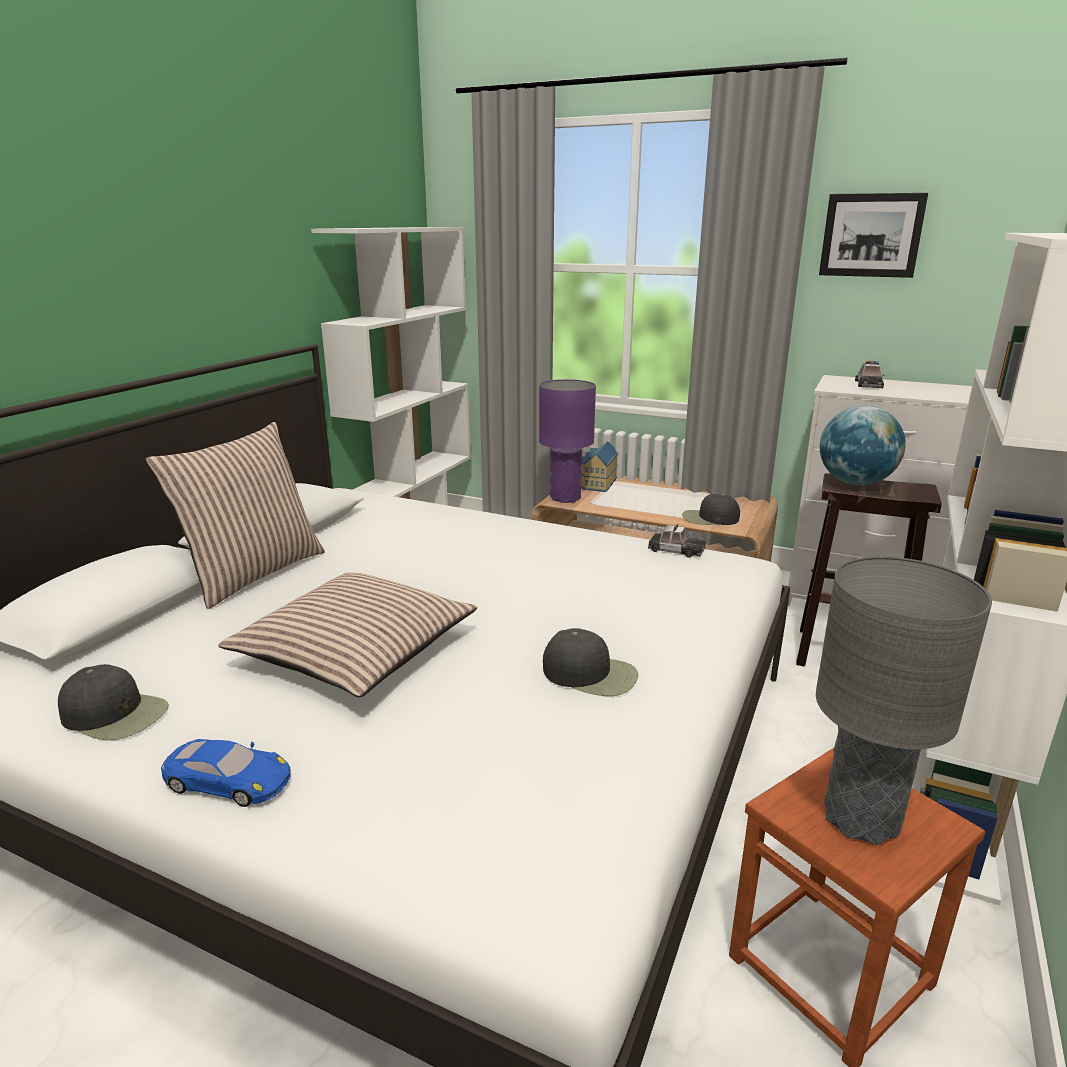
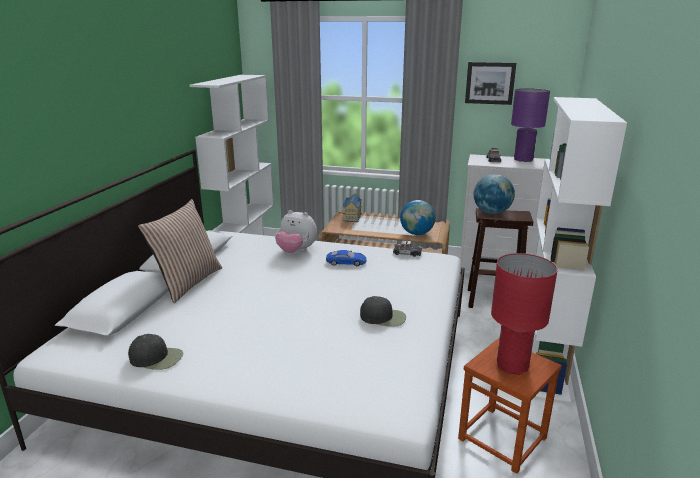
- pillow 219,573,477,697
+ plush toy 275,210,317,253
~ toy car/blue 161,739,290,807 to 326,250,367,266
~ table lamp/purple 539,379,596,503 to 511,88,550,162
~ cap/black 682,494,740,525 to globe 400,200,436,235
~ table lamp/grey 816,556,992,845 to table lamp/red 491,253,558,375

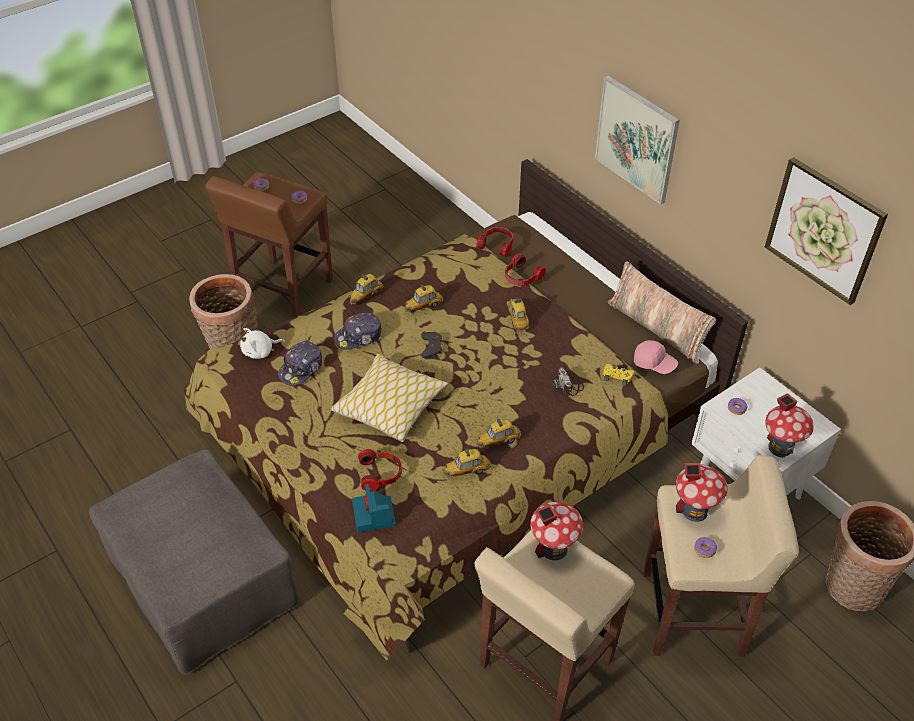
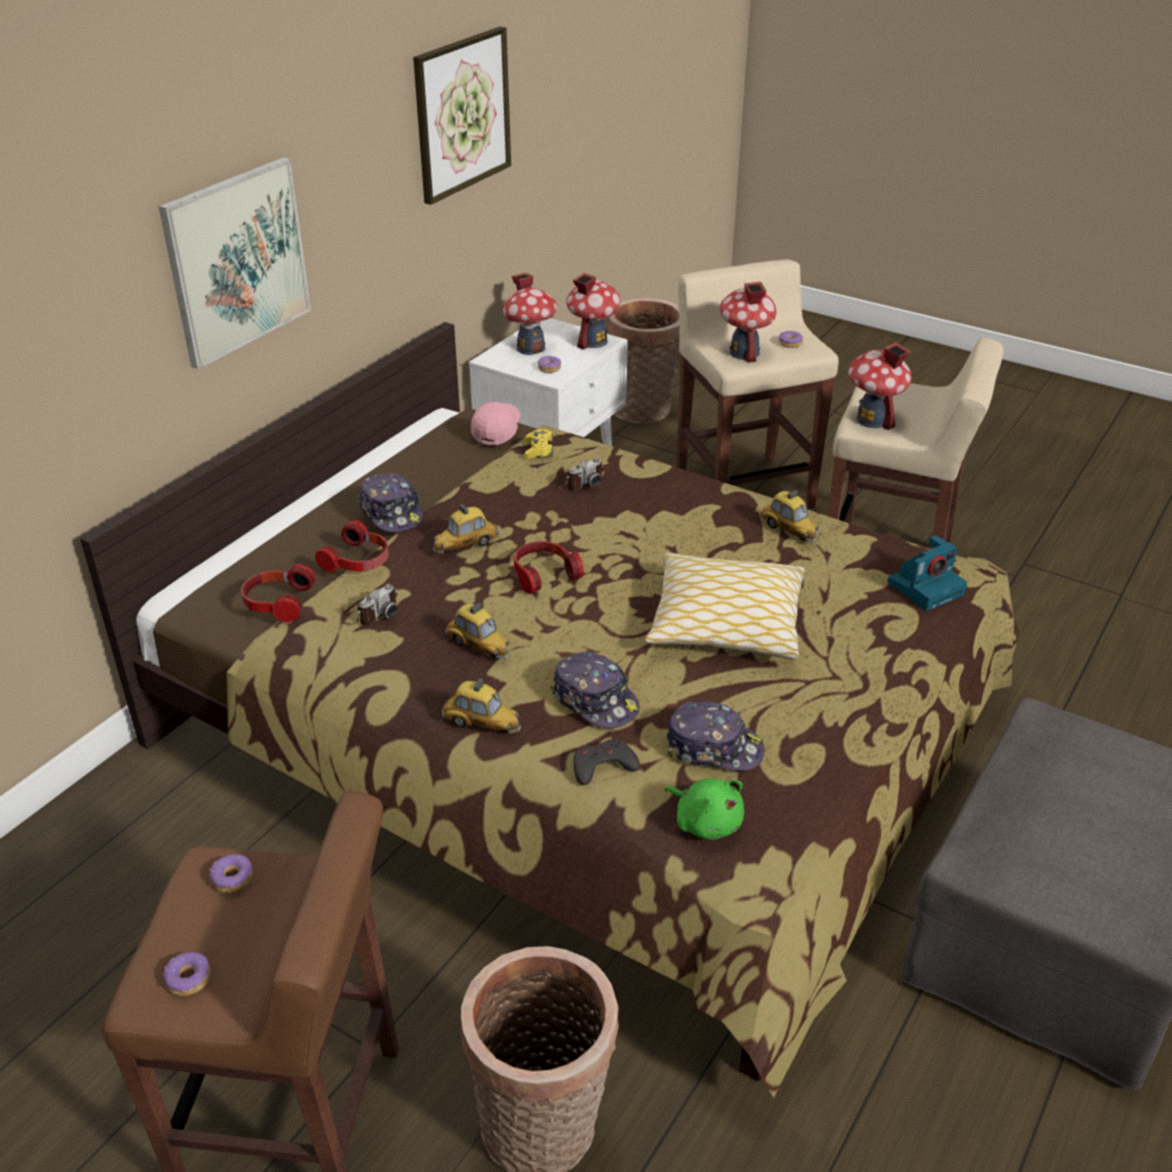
- toy car 476,419,522,448
- pillow 608,262,716,364
+ photo camera 340,584,398,625
+ cap 358,473,423,532
+ toy house 503,272,557,355
~ headphones 358,449,402,491 to 514,541,584,594
~ game controller/grey 421,332,442,358 to 574,739,640,785
~ plush toy/white 240,328,285,359 to plush toy/green 665,778,744,840

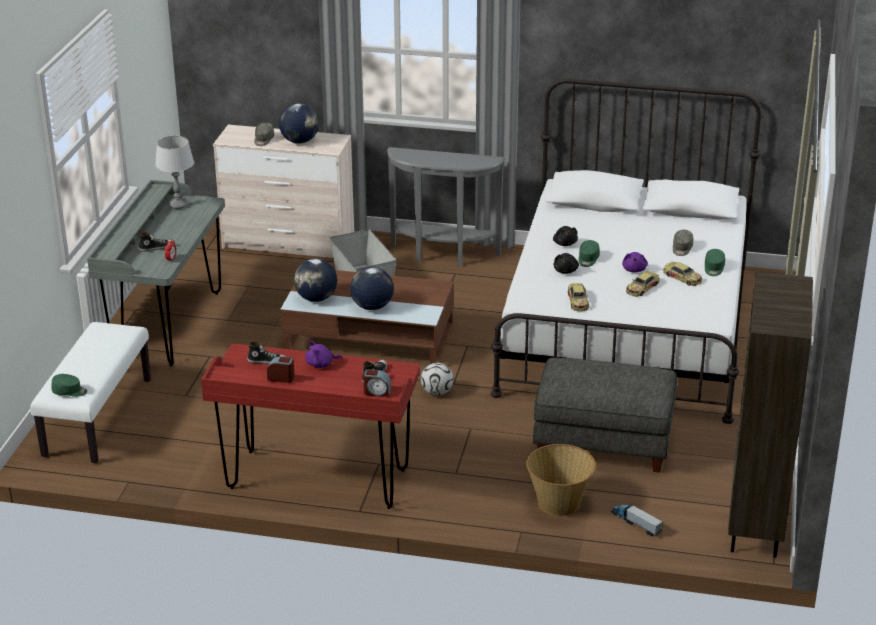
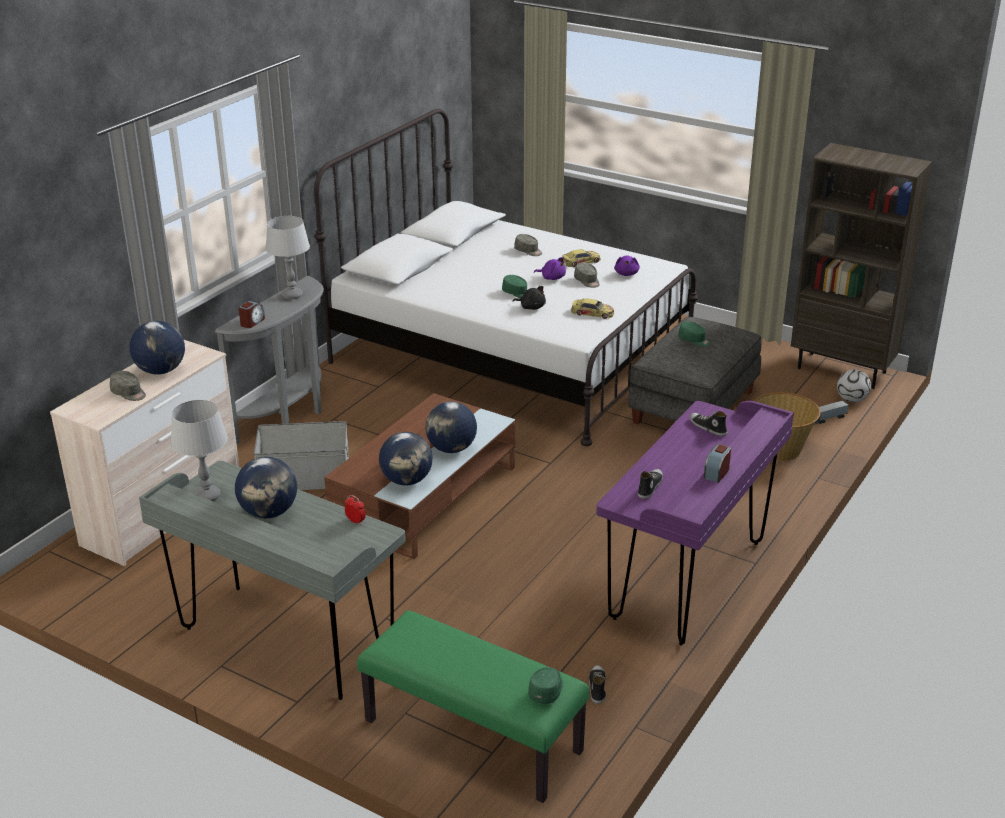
- plush toy/black 553,226,578,246
+ globe 235,457,297,519
+ table lamp/grey 265,216,310,300
~ shoe 138,232,174,252 to 589,665,606,704
~ plush toy/purple 305,340,343,368 to 614,255,640,276
~ alarm clock 363,369,391,397 to 238,301,265,328
~ football 421,363,454,396 to 837,369,871,402
~ cap/green 705,249,725,276 to 678,321,710,346
~ toy car 626,271,660,297 to cap/grey 574,262,599,288
~ bench/white 30,322,151,463 to bench/green 357,610,589,803
~ desk/red 201,343,420,509 to desk/purple 596,401,794,645

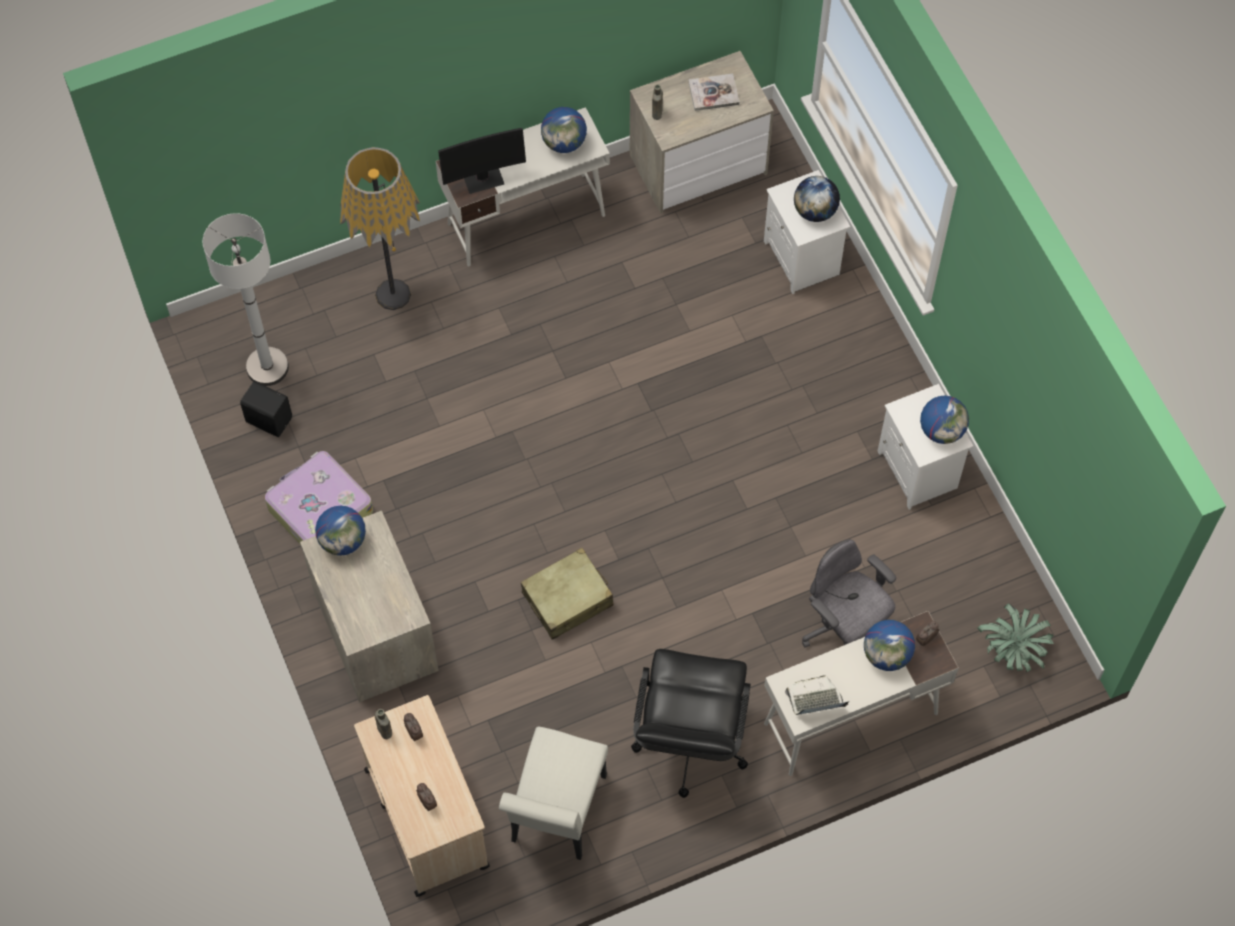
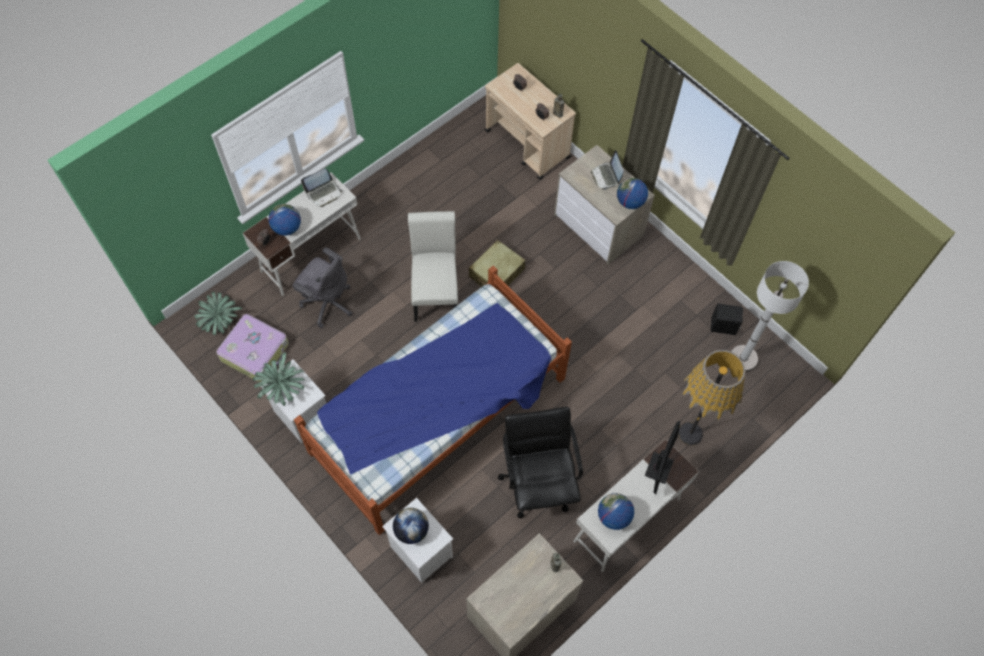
- book 688,74,739,111
+ bed 294,266,572,535
+ laptop 591,150,624,190
~ suitcase 265,451,373,545 to 216,314,289,382
~ chair/white 499,726,608,860 to 408,211,458,322
~ office chair/black 631,649,751,798 to 498,407,583,518
~ globe 920,396,969,444 to potted plant 253,352,305,406
~ monitor 438,128,526,194 = 645,421,681,494 150 degrees clockwise

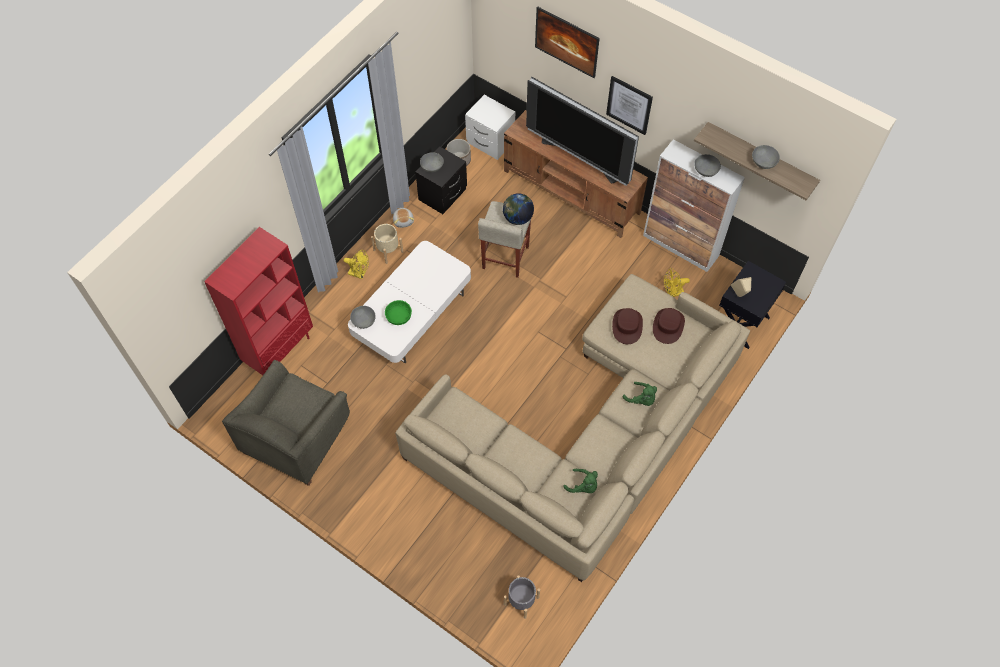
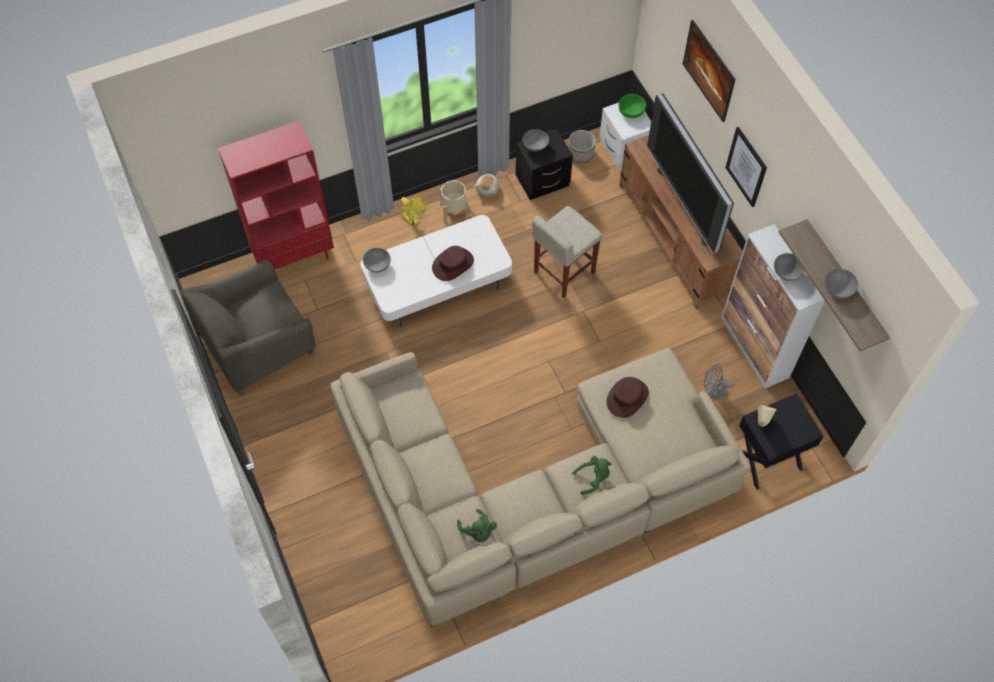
- globe 503,193,534,225
- planter/grey 504,575,540,619
~ bowl/green 385,300,412,325 to 618,94,646,118
~ hat/brown 653,308,685,344 to 432,246,474,281
~ fan/yellow 664,268,690,297 to fan/grey 704,363,734,399
~ plush toy/green 623,382,657,406 = 572,456,612,495 90 degrees counterclockwise

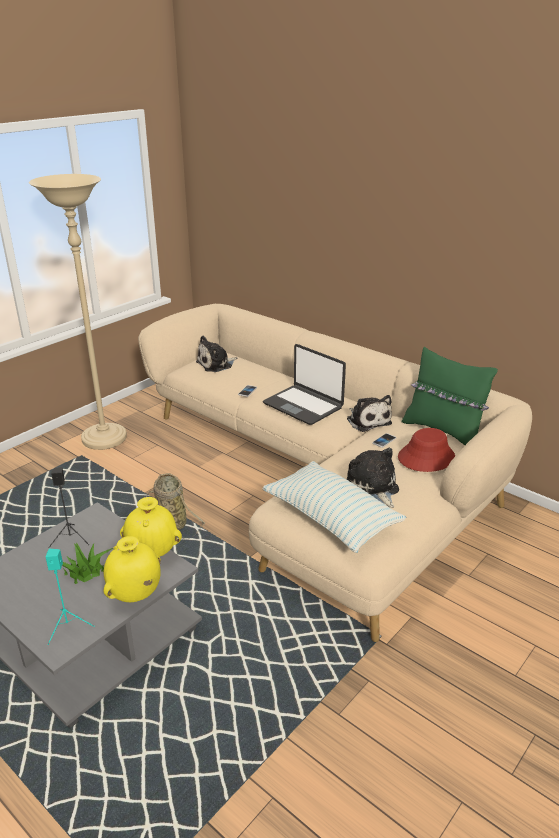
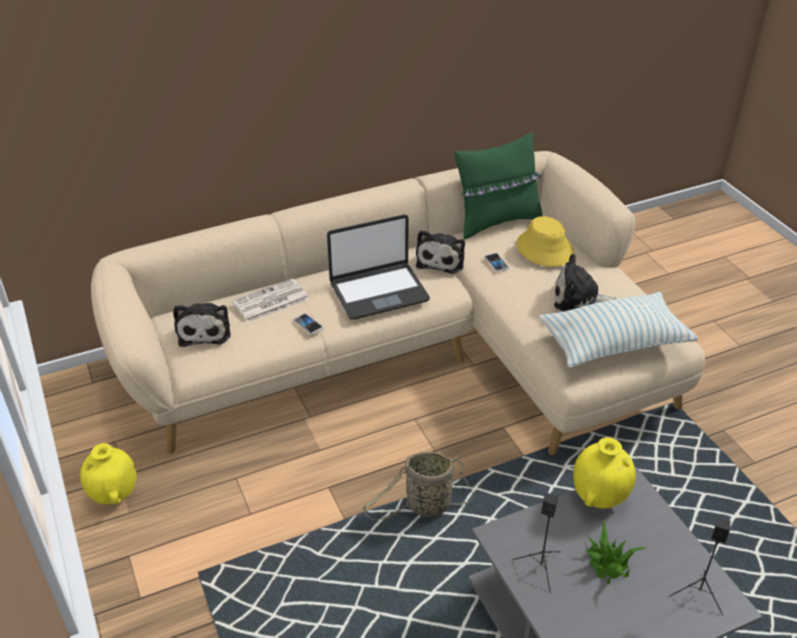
- floor lamp/beige 29,174,127,450
+ newspaper 232,279,309,322
~ vase/yellow 104,536,161,602 to 80,443,137,504
~ speaker/turquoise 45,549,95,645 to speaker/black 669,517,731,616
~ hat/red 398,428,455,472 to hat/yellow 517,216,574,267
~ plush toy 347,395,392,432 = 416,230,465,274 105 degrees clockwise

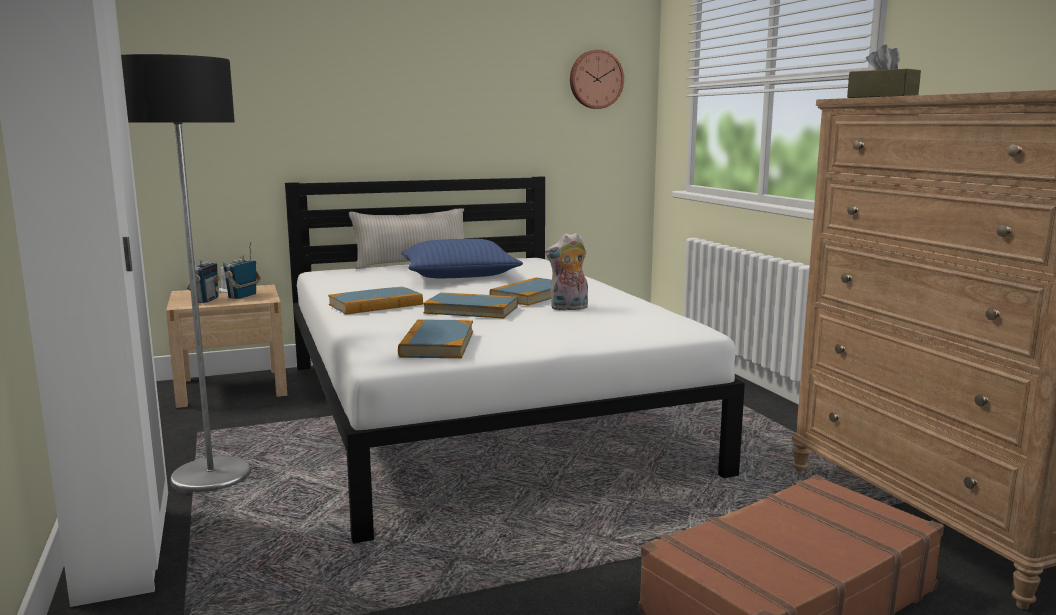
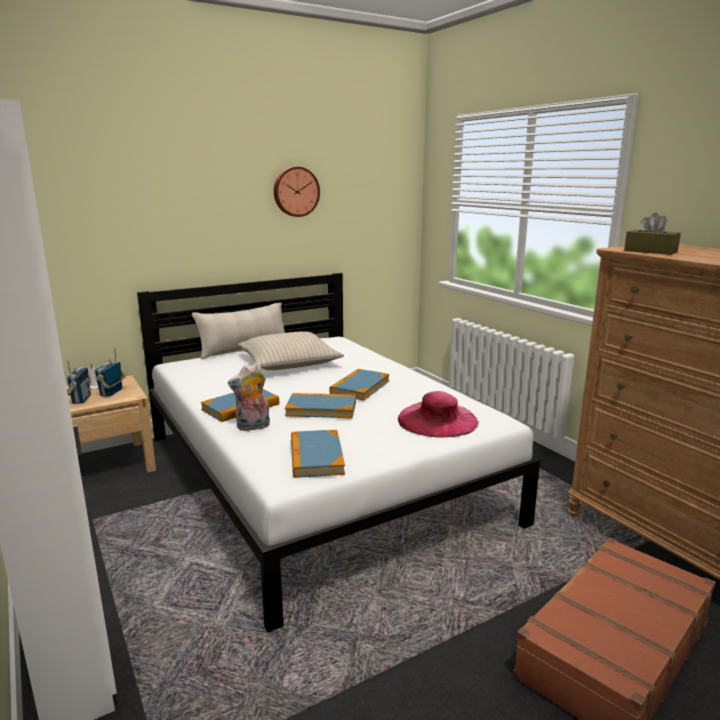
- floor lamp 121,54,251,494
+ hat/pink 398,391,479,438
~ plush toy 545,232,588,311 to 228,363,270,431
~ wall clock 570,49,624,109 to 274,167,320,217
~ pillow/blue 401,239,523,278 to pillow/beige 238,331,344,370

